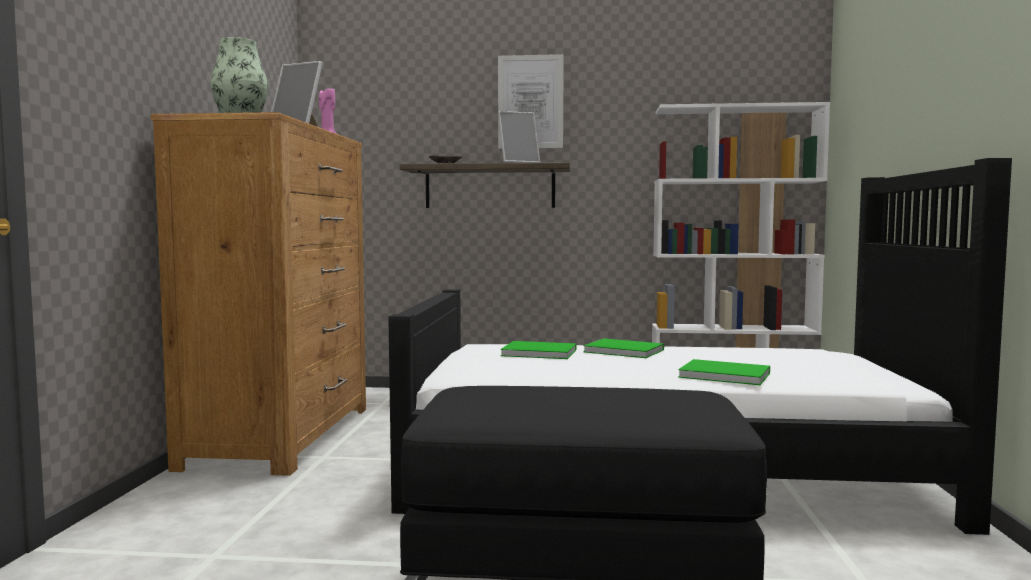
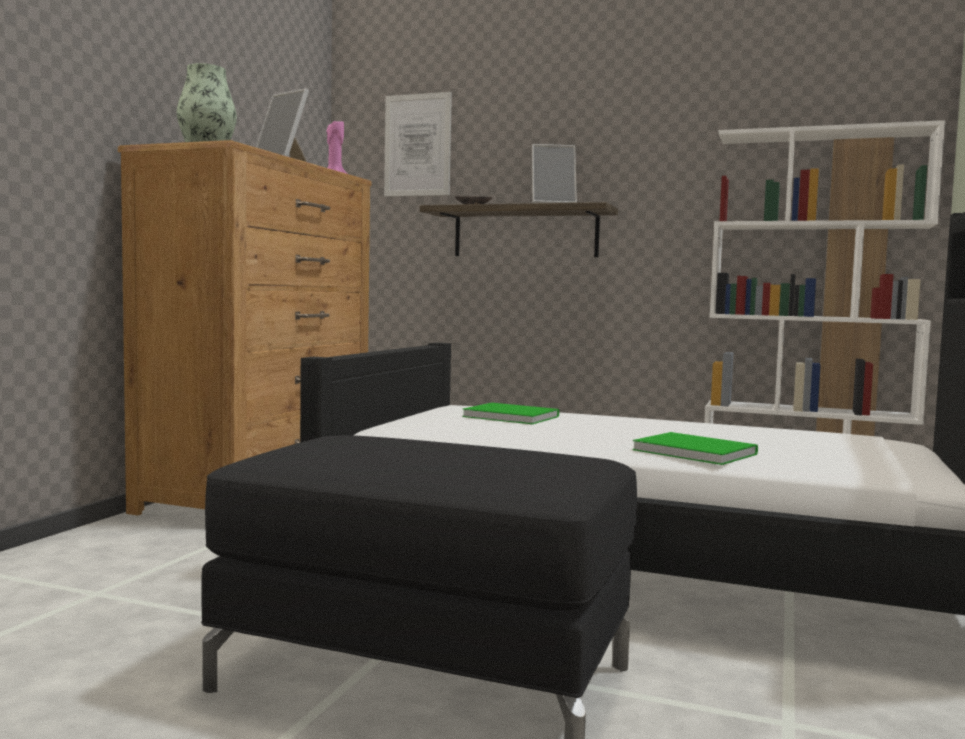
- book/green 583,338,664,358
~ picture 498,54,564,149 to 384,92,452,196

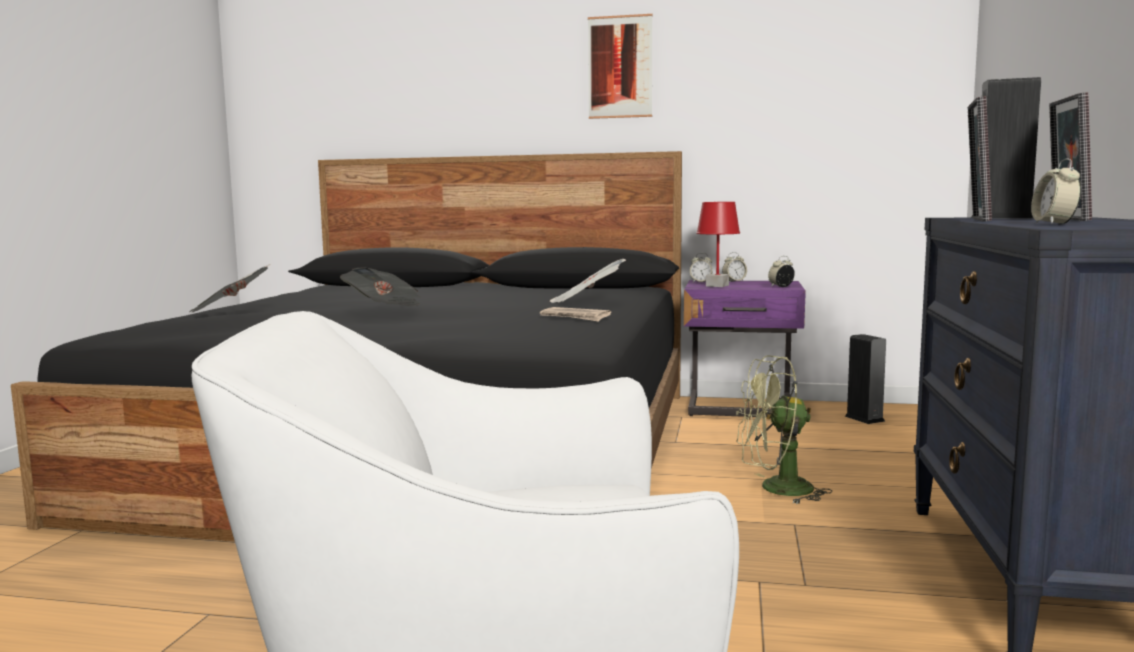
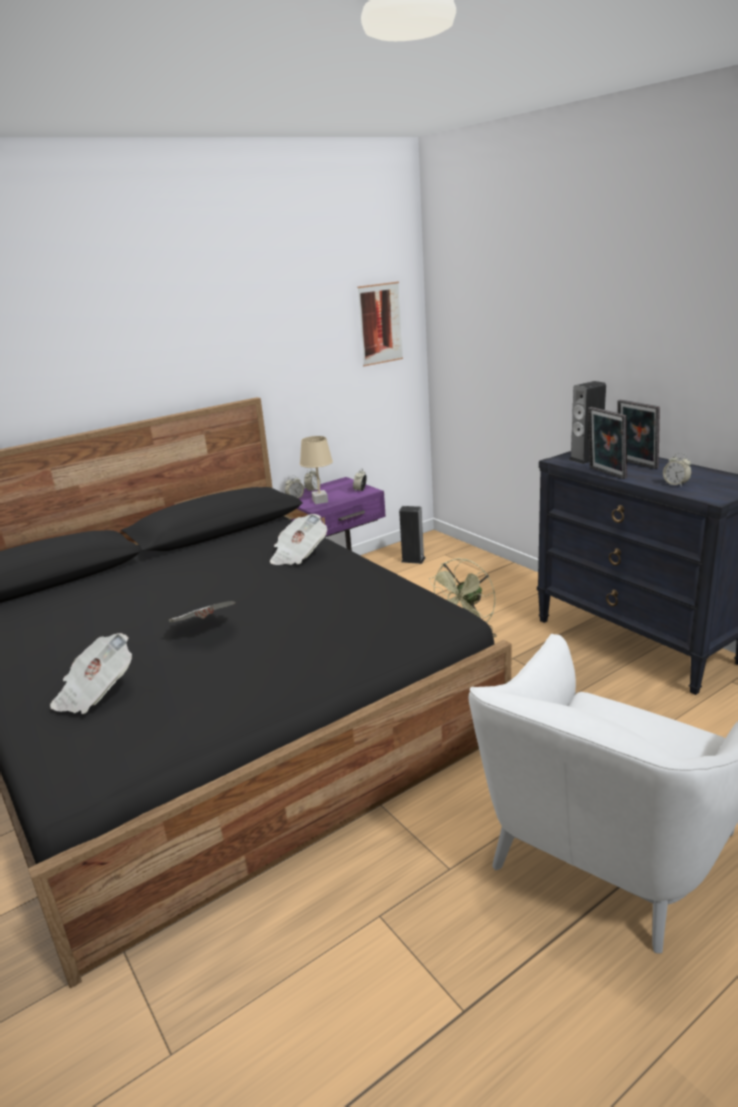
- newspaper 540,307,611,322
~ picture 588,14,652,119 to 357,282,403,366
~ table lamp/red 696,202,740,287 to table lamp/beige 300,436,333,504

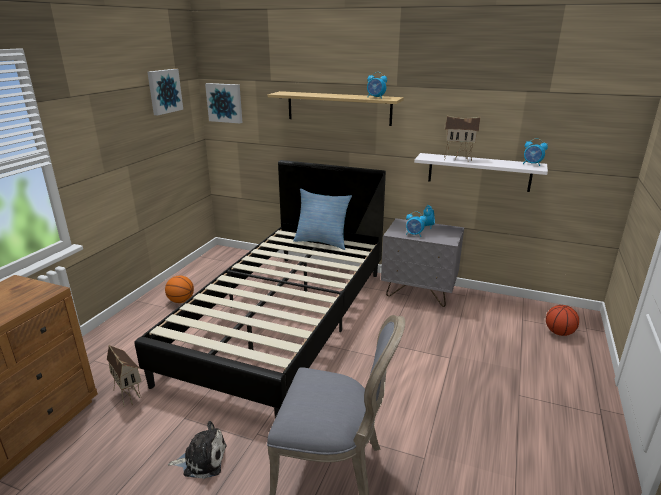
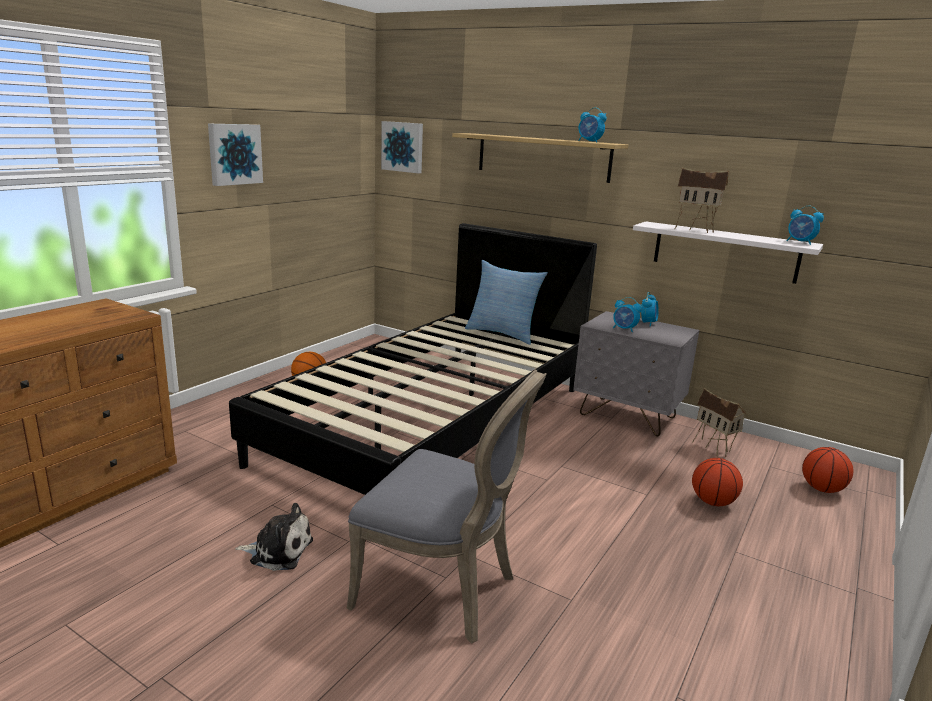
+ basketball 692,458,743,506
~ toy house 107,345,142,406 to 692,388,748,457
~ picture 147,69,183,115 to 208,124,263,186

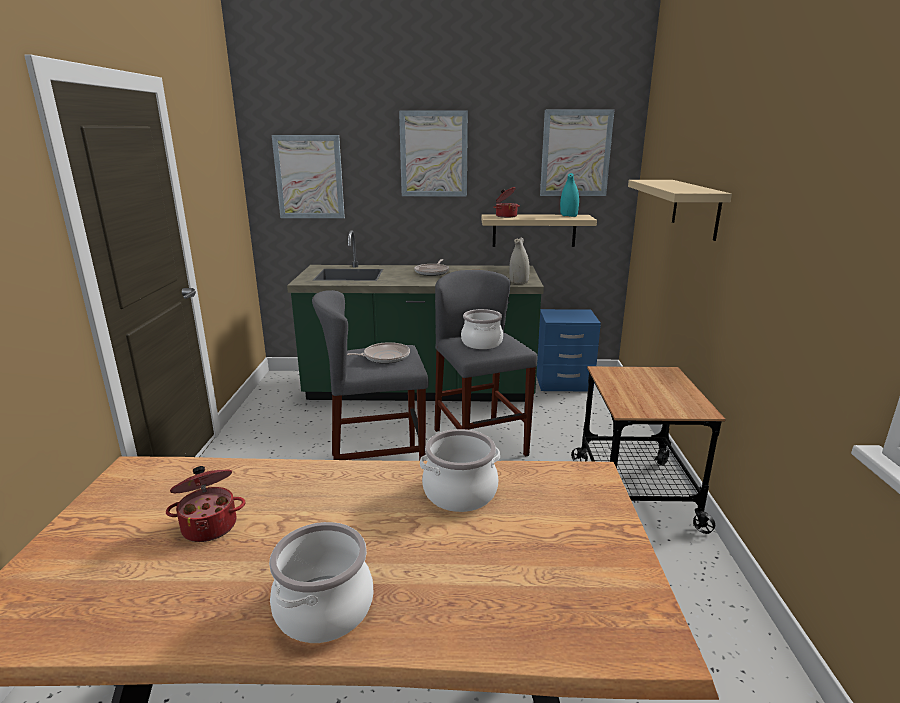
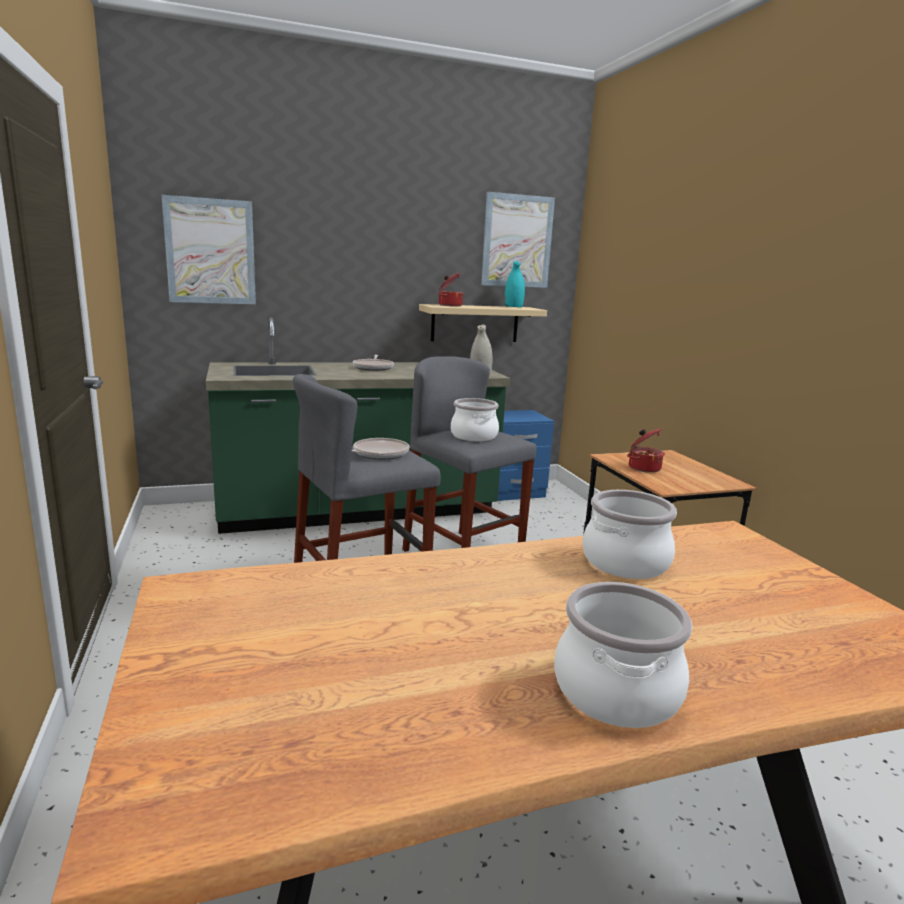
- picture 399,110,468,196
- shelf/beige 628,180,732,241
~ cooking pot 166,466,245,542 to 627,428,665,473

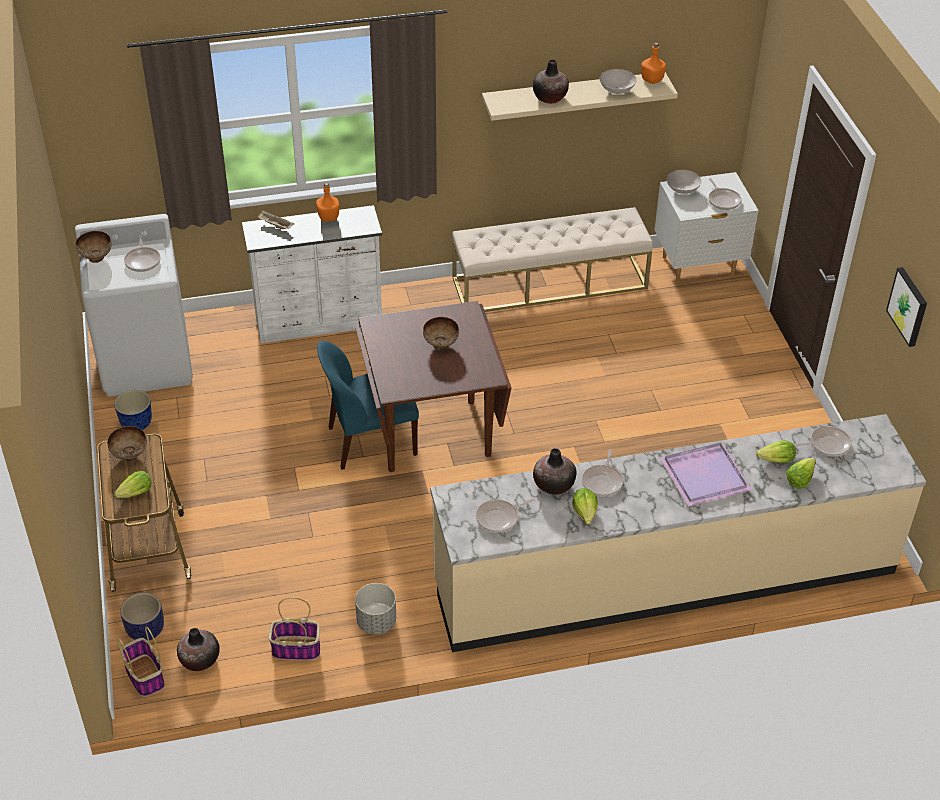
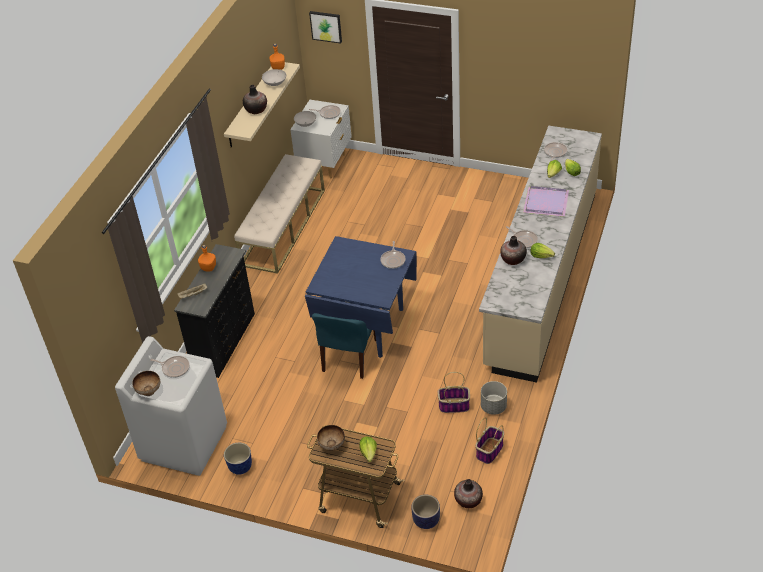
- bowl 423,317,459,350
~ basket 117,626,165,697 to 438,372,470,413
~ frying pan 476,498,534,533 to 380,241,406,269
~ picture 886,267,927,347 to 309,11,342,43
~ dresser/white 242,205,382,344 to dresser/black 174,244,255,378
~ dining table/brown 354,301,512,472 to dining table/blue 305,236,417,358

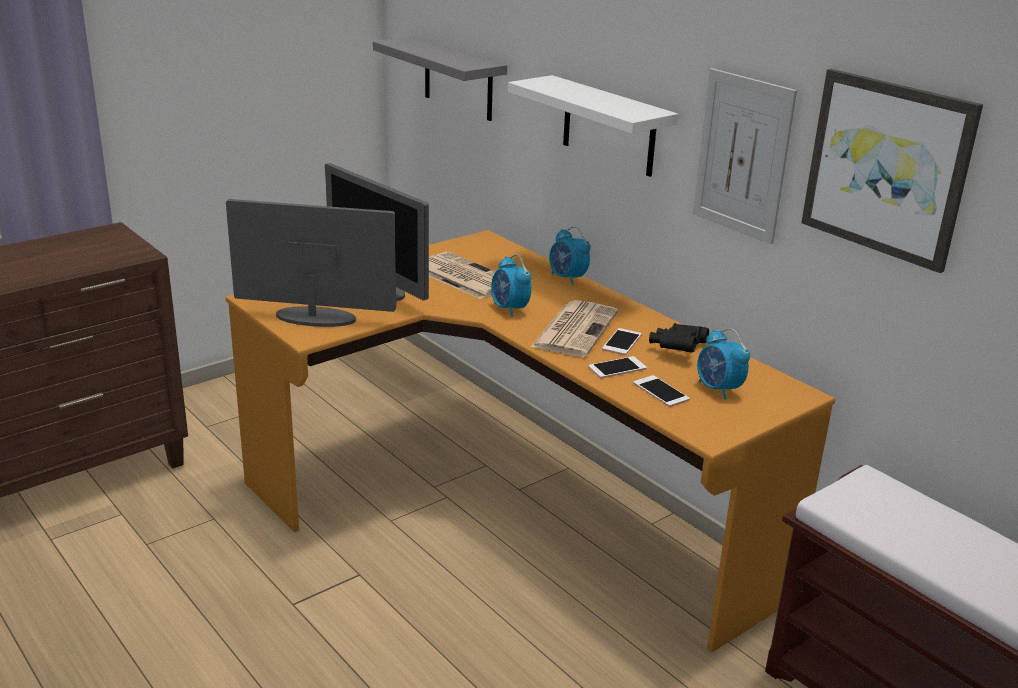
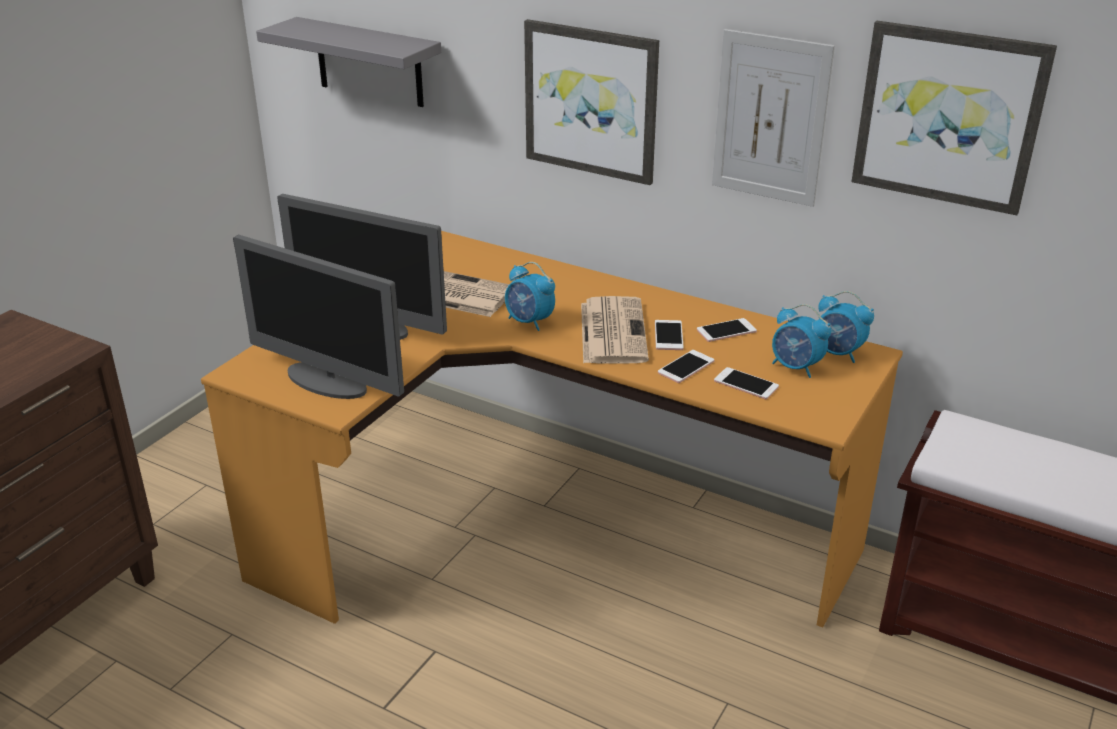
~ alarm clock 549,226,591,285 to 818,291,874,363
~ shelf/white 508,75,678,177 to picture 524,19,659,185
~ binoculars/black 649,323,709,352 to phone 697,318,757,342
~ monitor 226,199,396,327 = 233,235,404,399 135 degrees counterclockwise

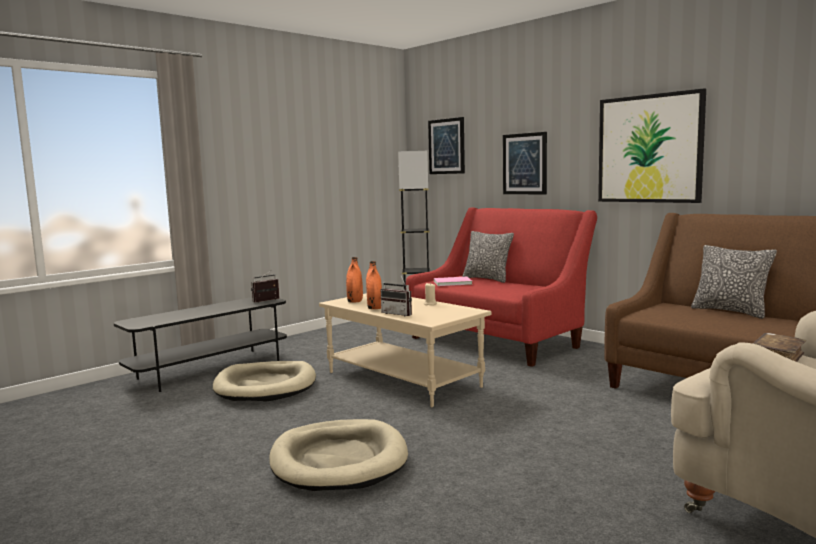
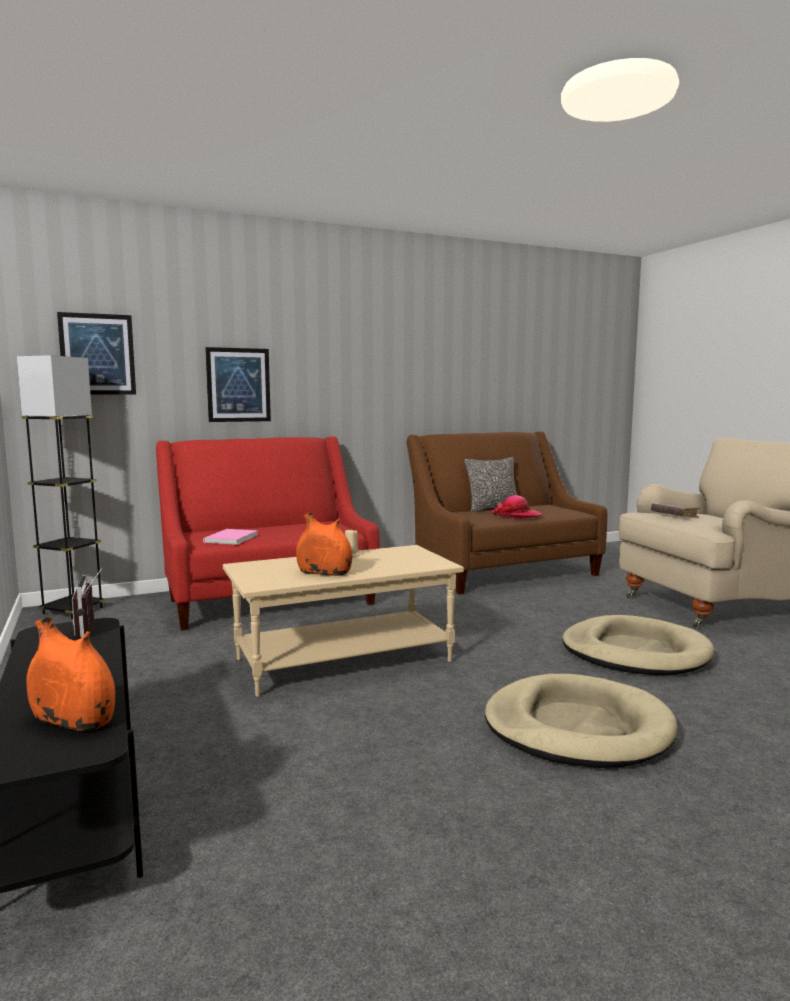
- radio 381,274,412,316
- pillow 462,231,514,283
- picture 598,88,706,203
+ hat 491,495,542,519
~ dog bed/beige 213,361,316,402 to 562,615,715,675
~ vase/orange 346,257,363,302 to 26,616,115,731

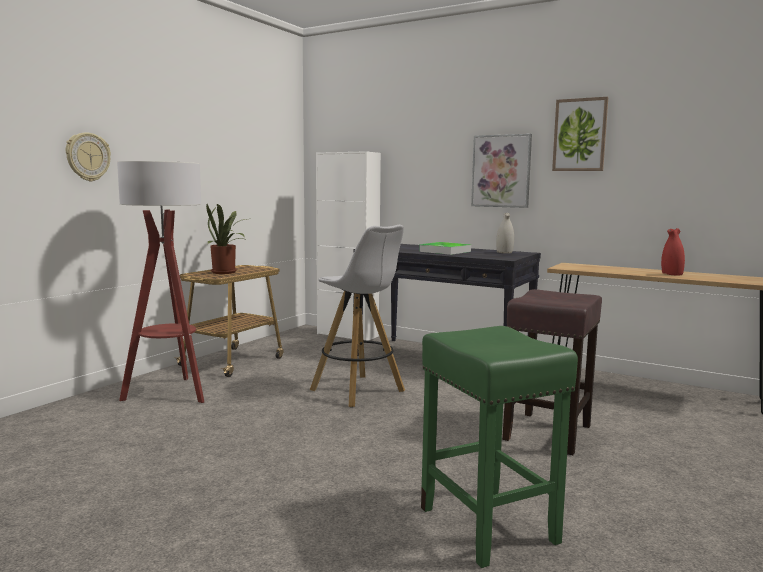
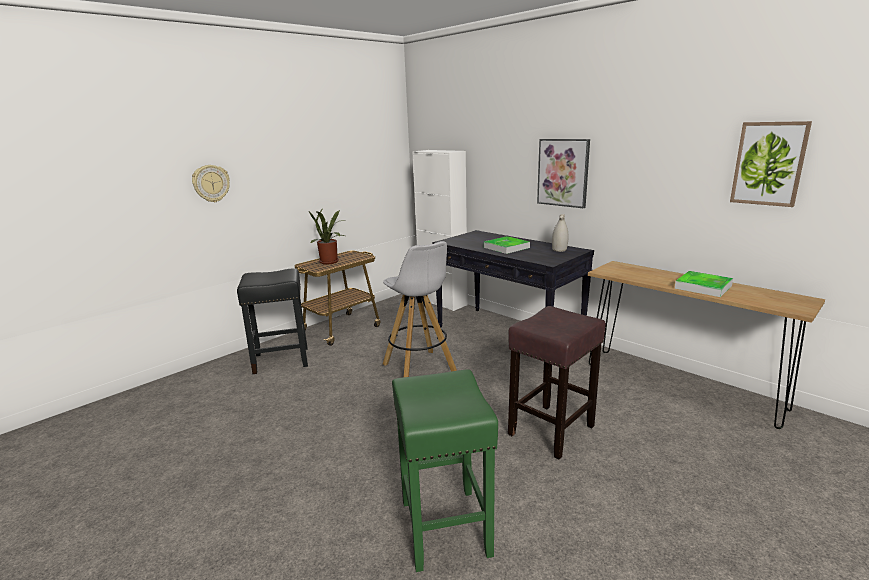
~ picture 552,97,608,171 to 730,121,812,207
~ floor lamp 117,161,204,403 to stool/black 237,268,308,374
~ vase/red 661,228,685,275 to tray 675,271,733,297

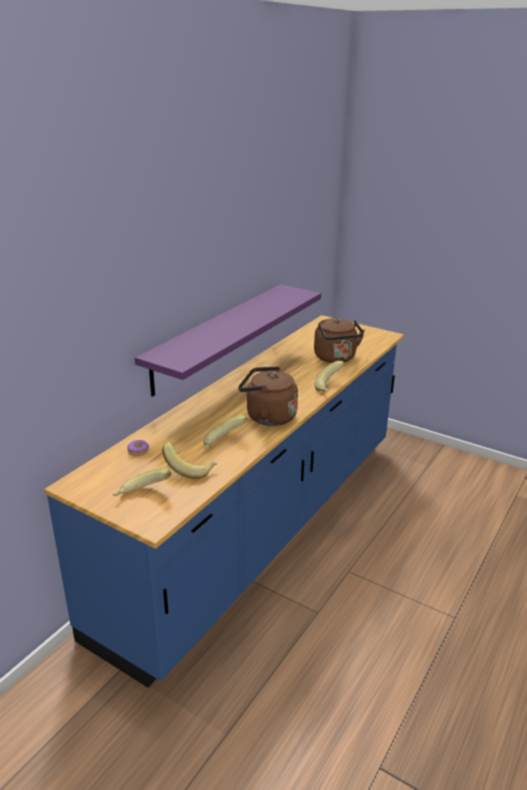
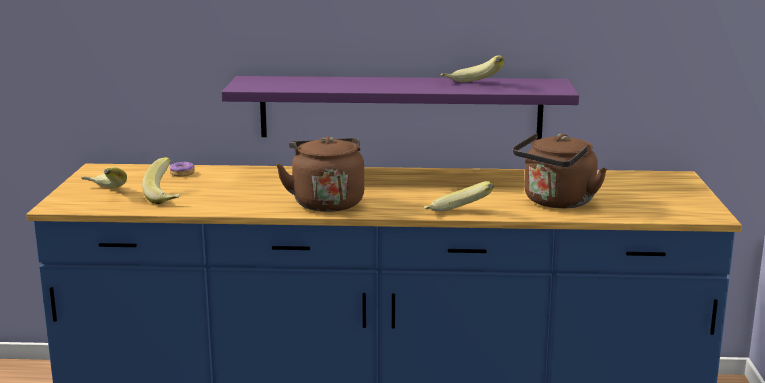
~ banana 203,415,247,448 to 440,56,504,82

